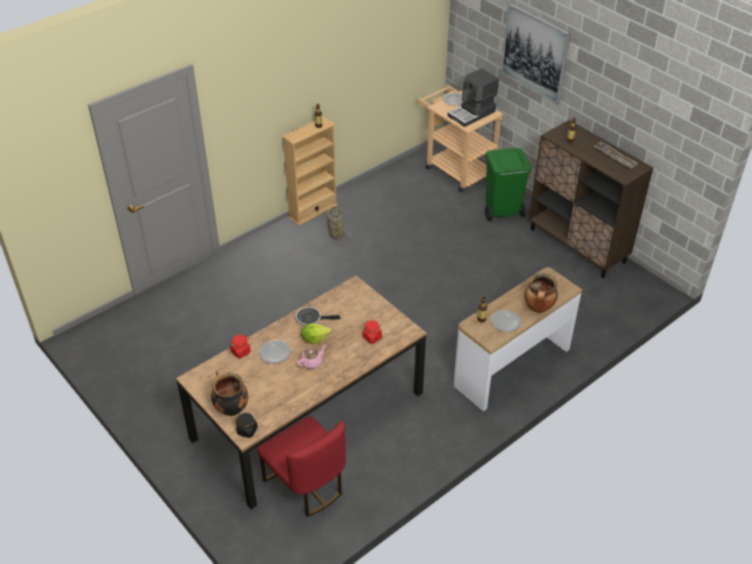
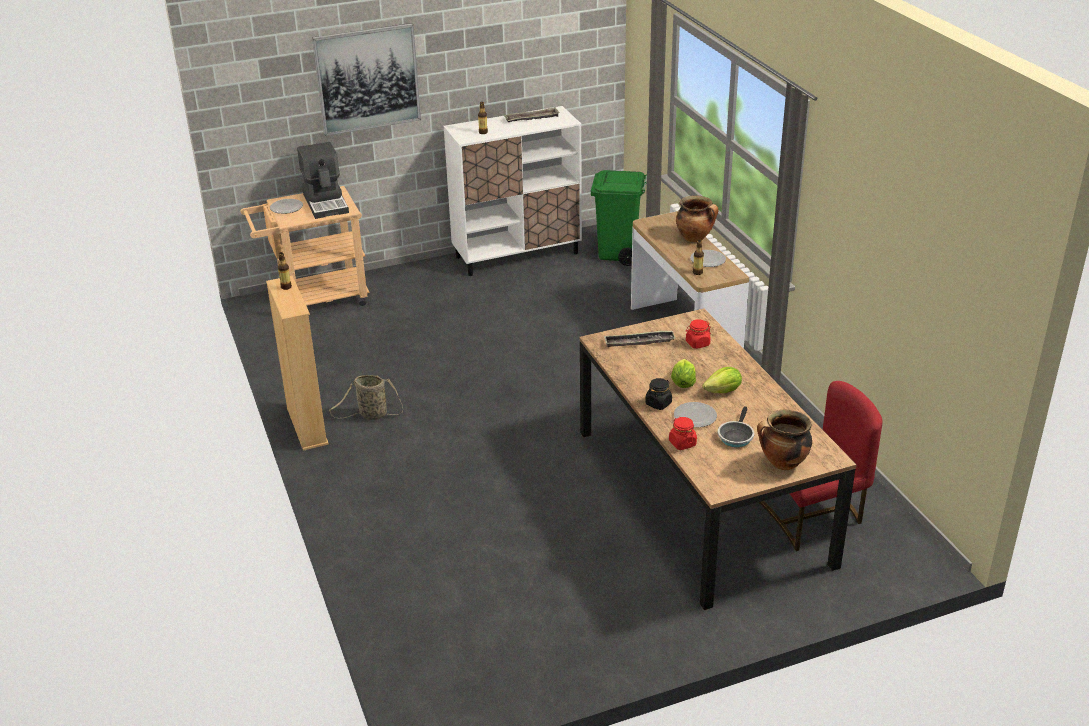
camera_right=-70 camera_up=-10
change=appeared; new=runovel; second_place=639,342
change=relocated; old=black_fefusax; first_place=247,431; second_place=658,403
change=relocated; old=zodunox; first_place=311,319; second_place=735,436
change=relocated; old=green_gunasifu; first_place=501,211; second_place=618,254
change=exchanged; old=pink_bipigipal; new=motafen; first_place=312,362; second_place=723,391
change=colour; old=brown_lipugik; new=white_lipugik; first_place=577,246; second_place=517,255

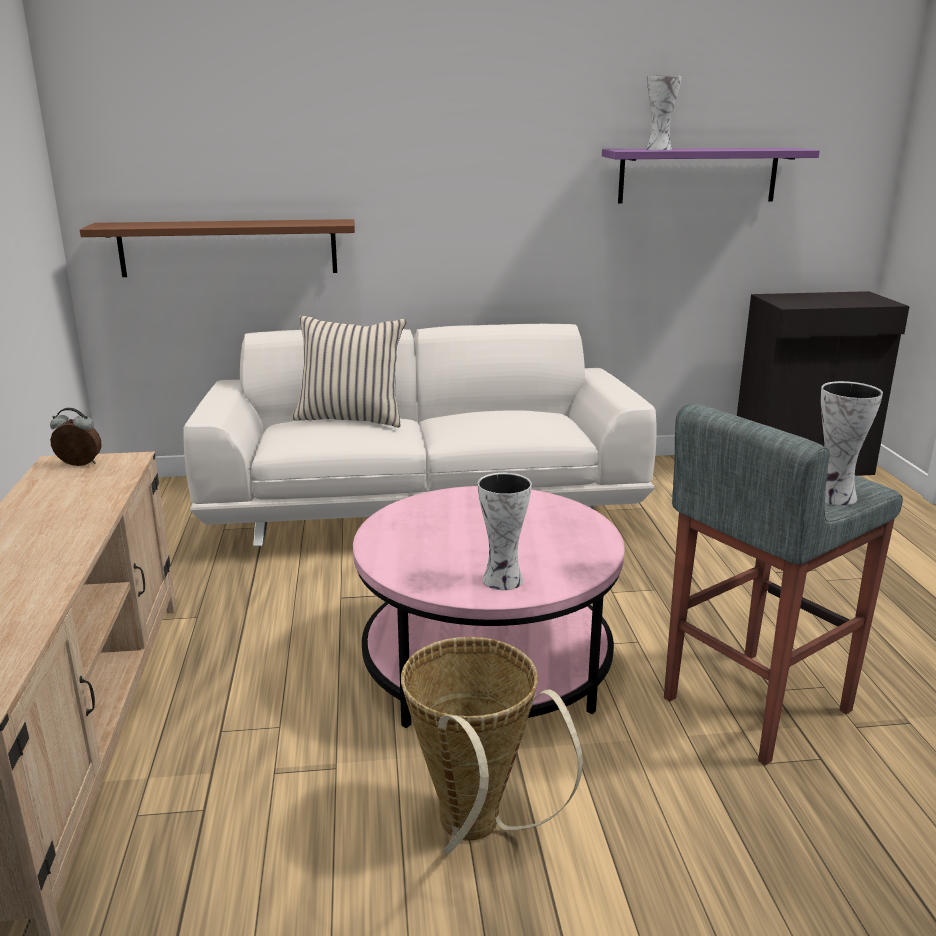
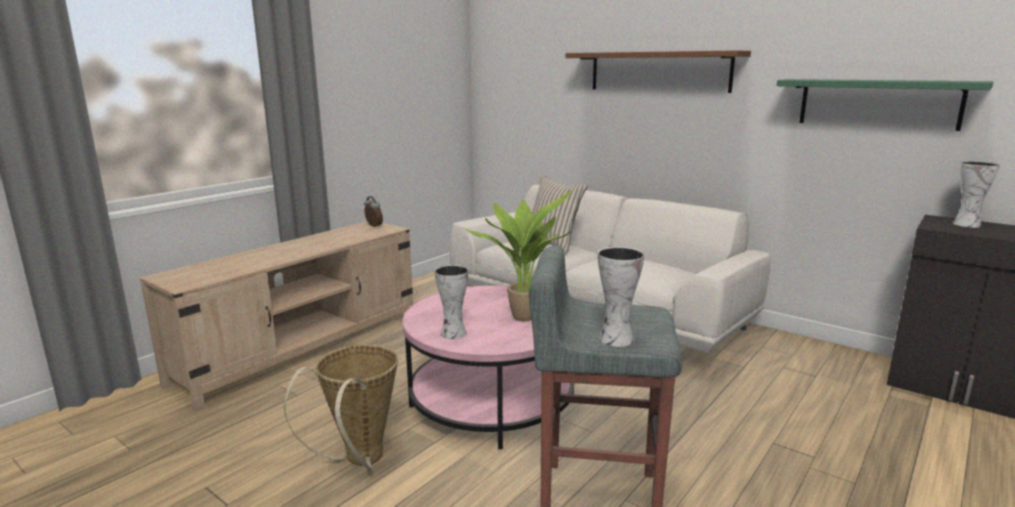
camera_right=45 camera_up=-5
change=appeared; new=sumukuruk; second_place=524,316
change=relocated; old=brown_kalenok; first_place=228,248; second_place=658,71
change=relocated; old=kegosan; first_place=657,149; second_place=966,224
change=colour; old=purple_kalenok; new=green_kalenok; first_place=698,175; second_place=878,103

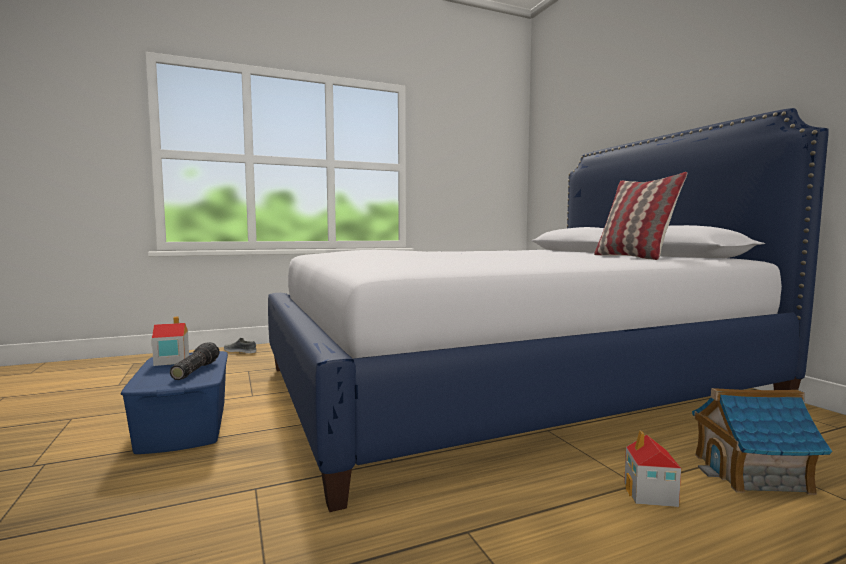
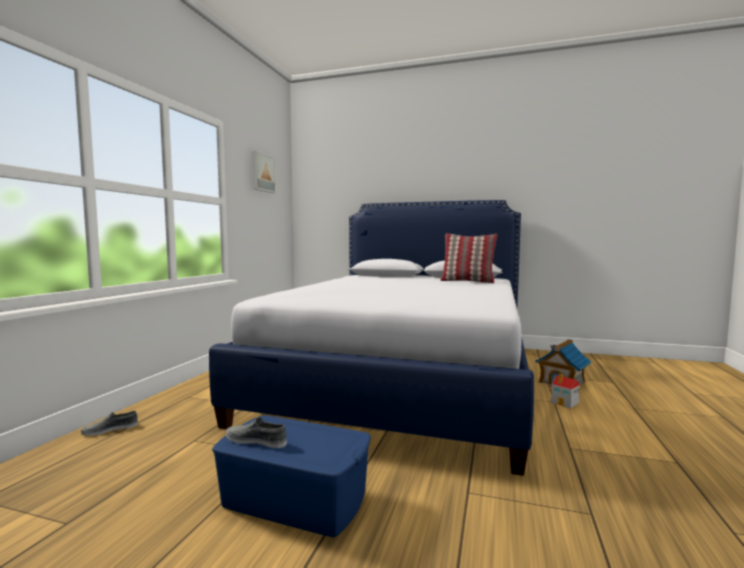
camera_right=-50 camera_up=0
change=missing; old=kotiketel; first_place=194,370
change=appeared; new=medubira; second_place=262,173
change=exchanged; old=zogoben; new=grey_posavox; first_place=171,361; second_place=256,440

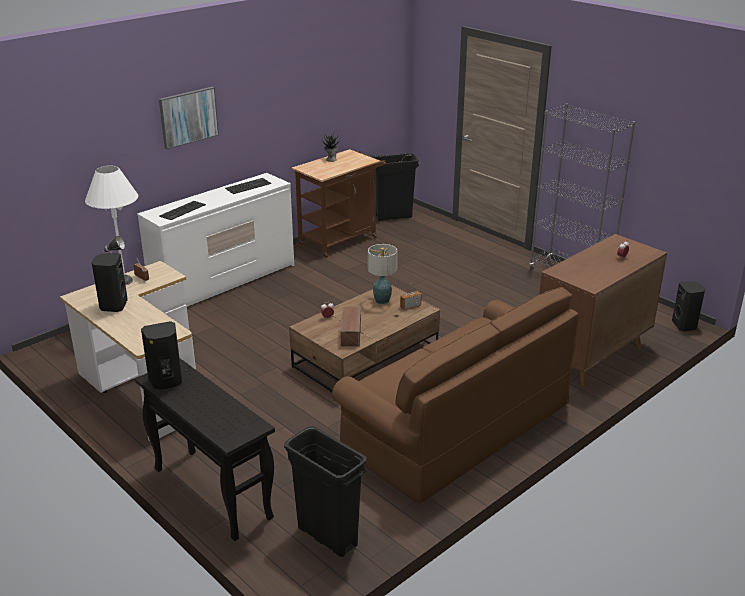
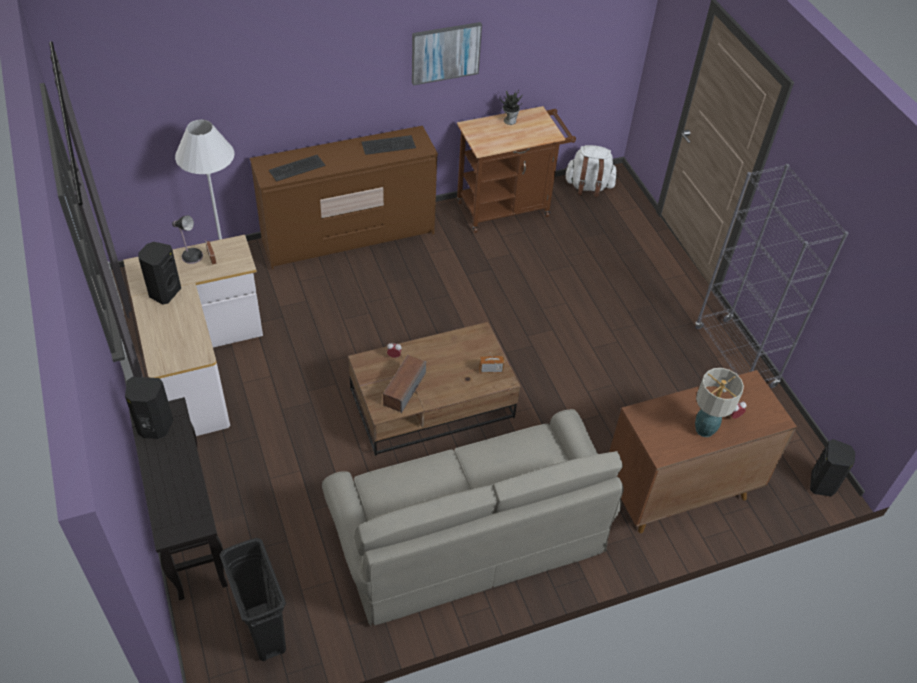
camera_right=20 camera_up=20
change=relocated; old=medubira; first_place=188,117; second_place=445,52
change=relocated; old=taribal; first_place=382,300; second_place=704,429
change=exchanged; old=black_gunasifu; new=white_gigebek; first_place=393,217; second_place=588,187
change=colour; old=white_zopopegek; new=brown_zopopegek; first_place=225,282; second_place=349,237
change=colour; old=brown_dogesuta; new=grey_dogesuta; first_place=457,425; second_place=469,536

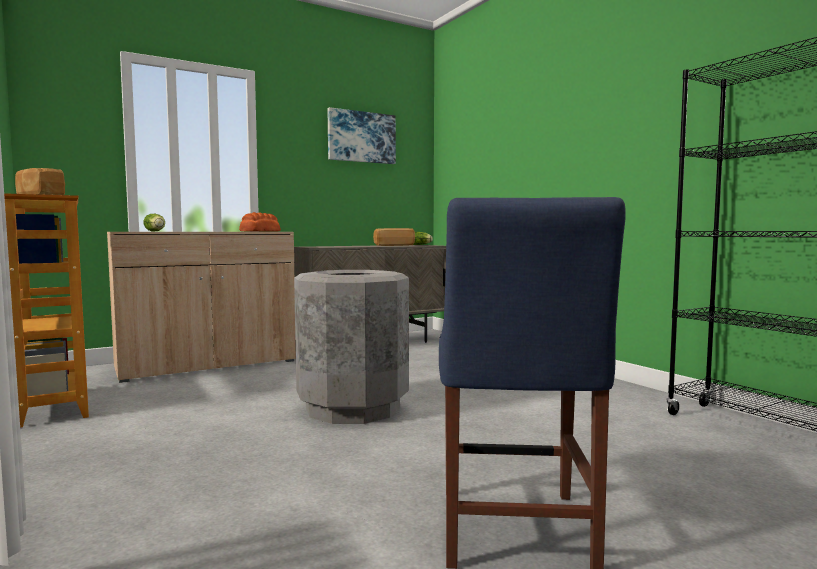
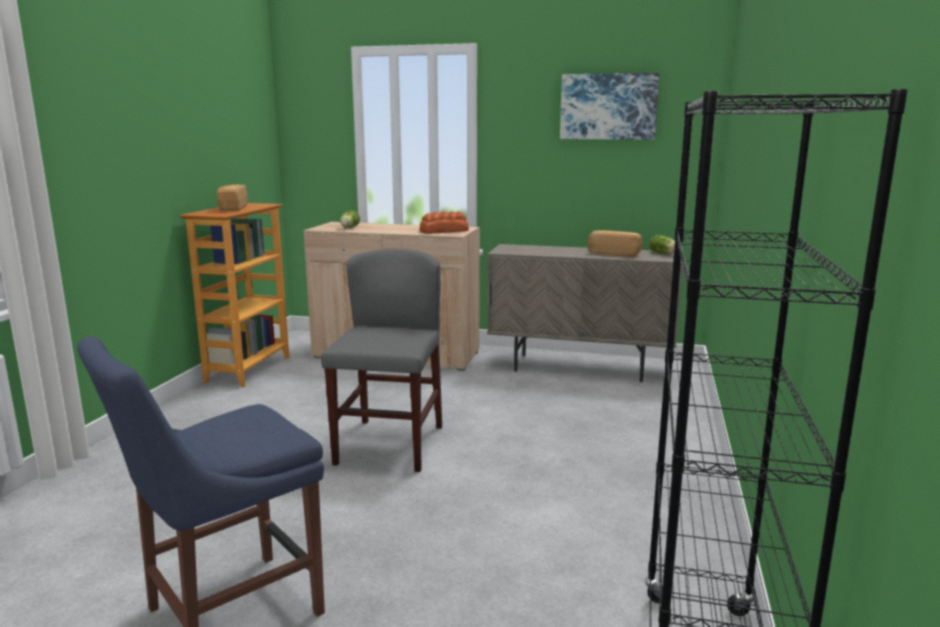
camera_right=45 camera_up=10
change=exchanged; old=grey_gunasifu; new=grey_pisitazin; first_place=352,408; second_place=390,445

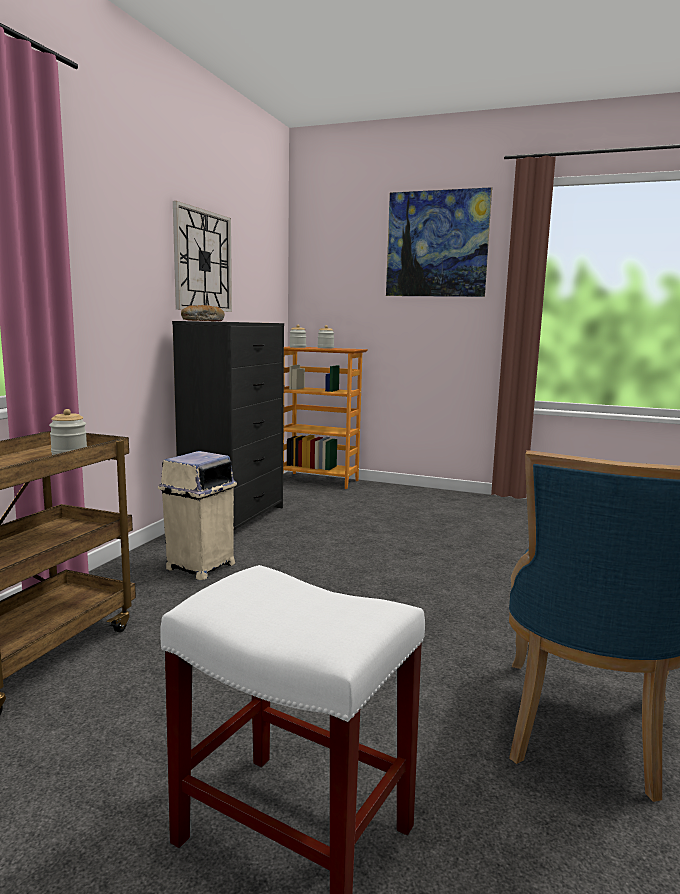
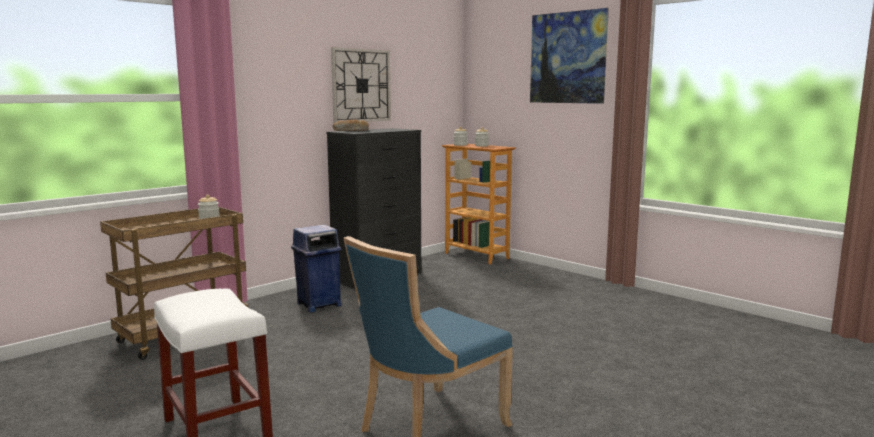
camera_right=25 camera_up=0
change=colour; old=beige_gunasifu; new=blue_gunasifu; first_place=199,567; second_place=318,304

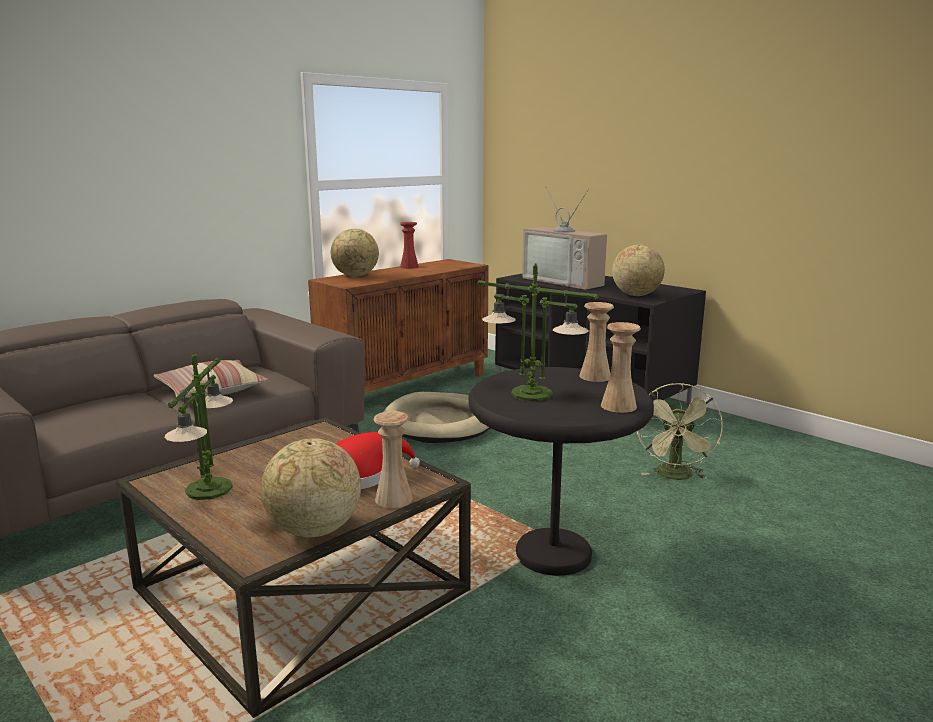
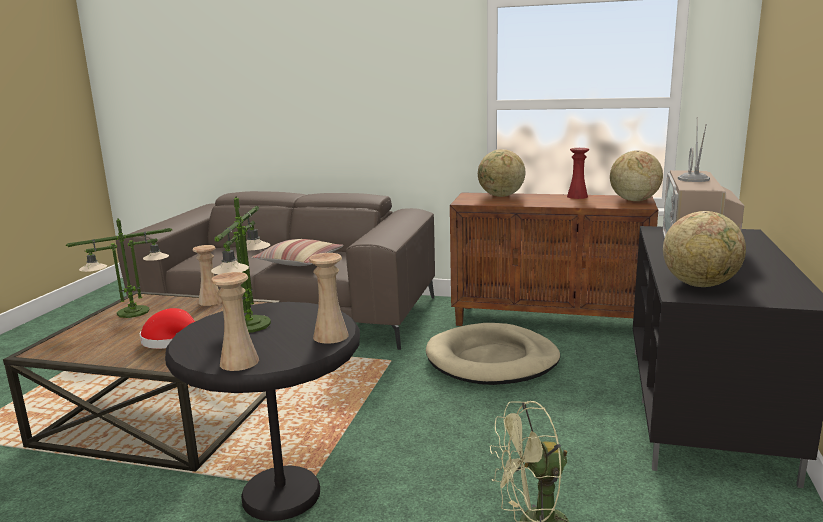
camera_right=60 camera_up=0
change=relocated; old=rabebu; first_place=313,530; second_place=633,200
change=relocated; old=beige_kegosan; first_place=393,499; second_place=210,301

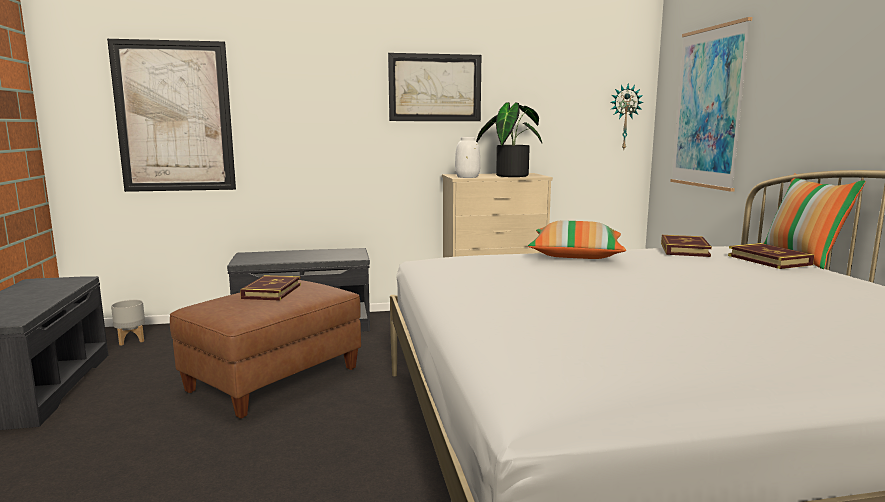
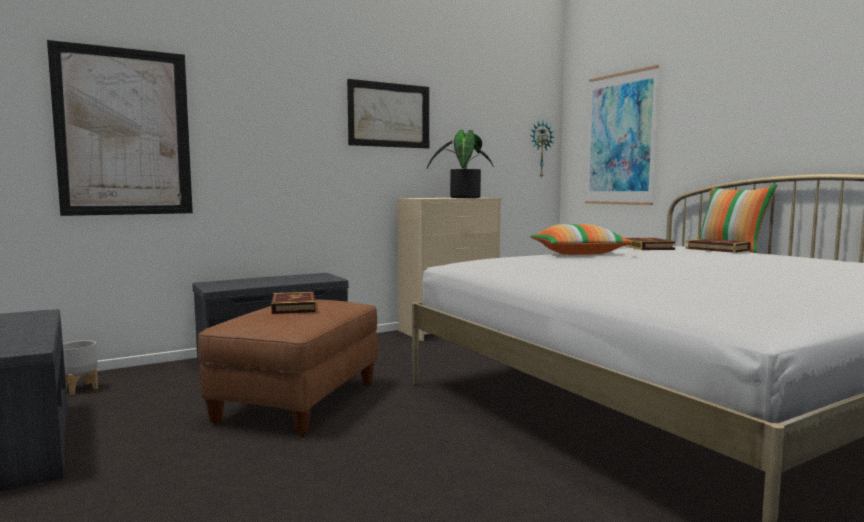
camera_right=-20 camera_up=-5
change=missing; old=white_kegosan; first_place=467,177

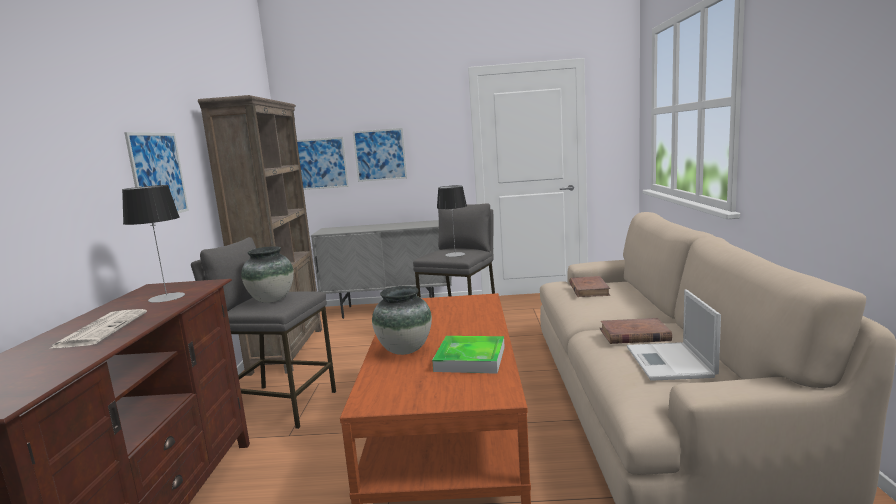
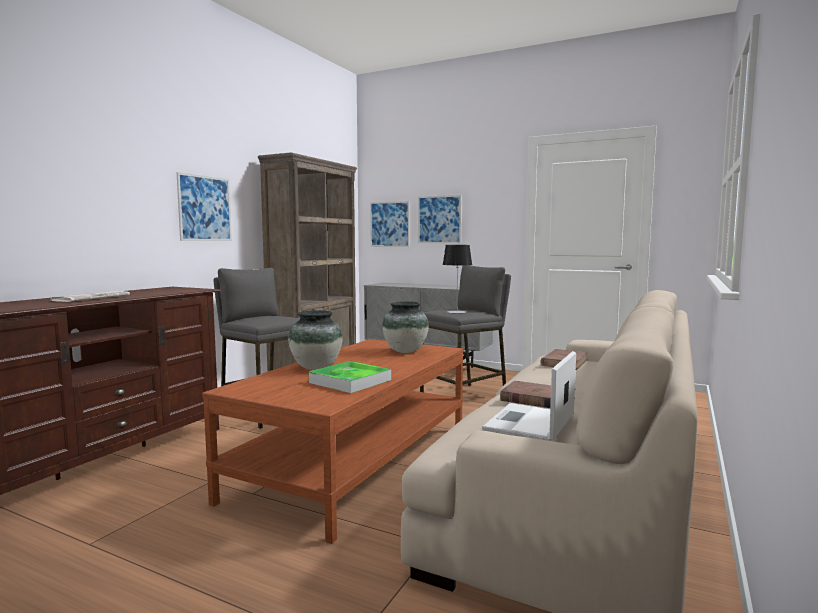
camera_right=25 camera_up=-5
change=missing; old=taribal; first_place=167,297
change=relocated; old=kegosan; first_place=272,300; second_place=405,351

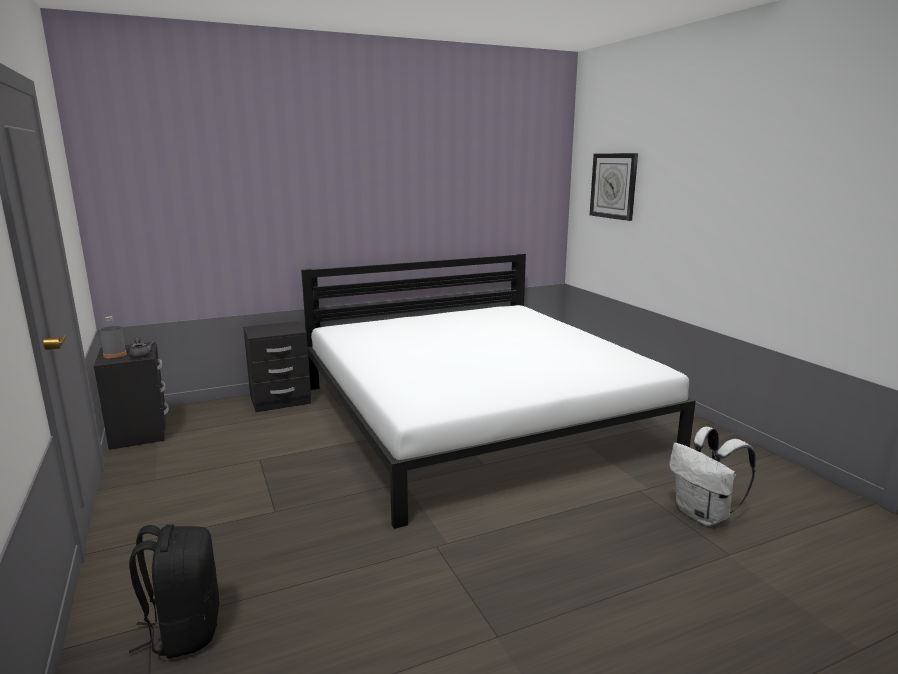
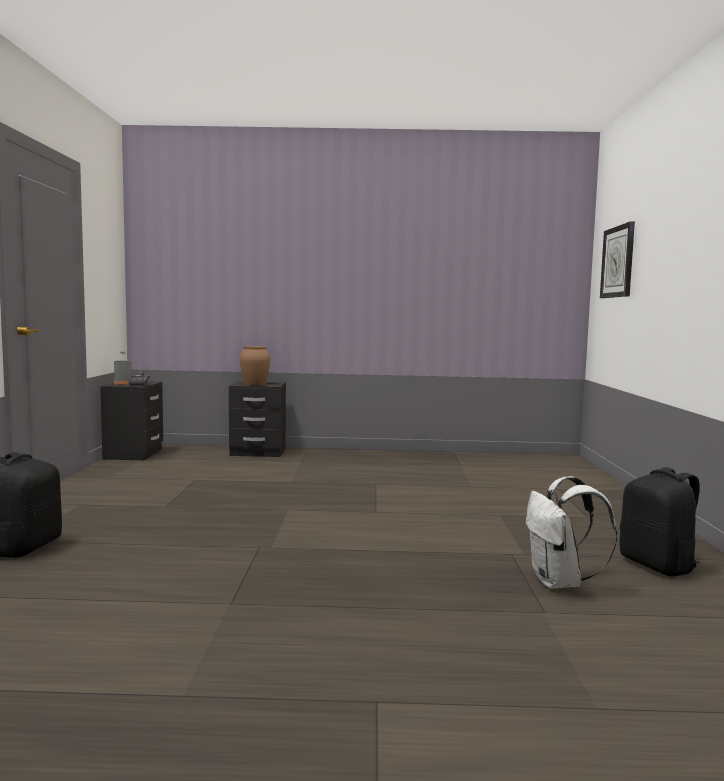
camera_right=25 camera_up=-10
change=missing; old=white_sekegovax; first_place=476,416
change=appeared; new=brown_kegosan; second_place=254,384
change=appeared; new=black_gigebek; second_place=658,565

